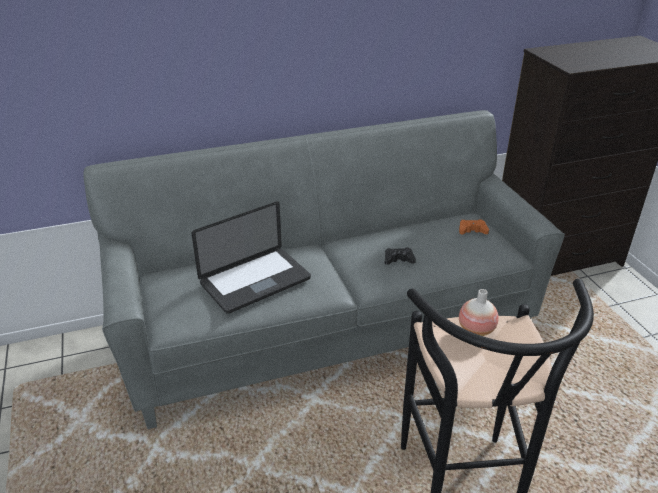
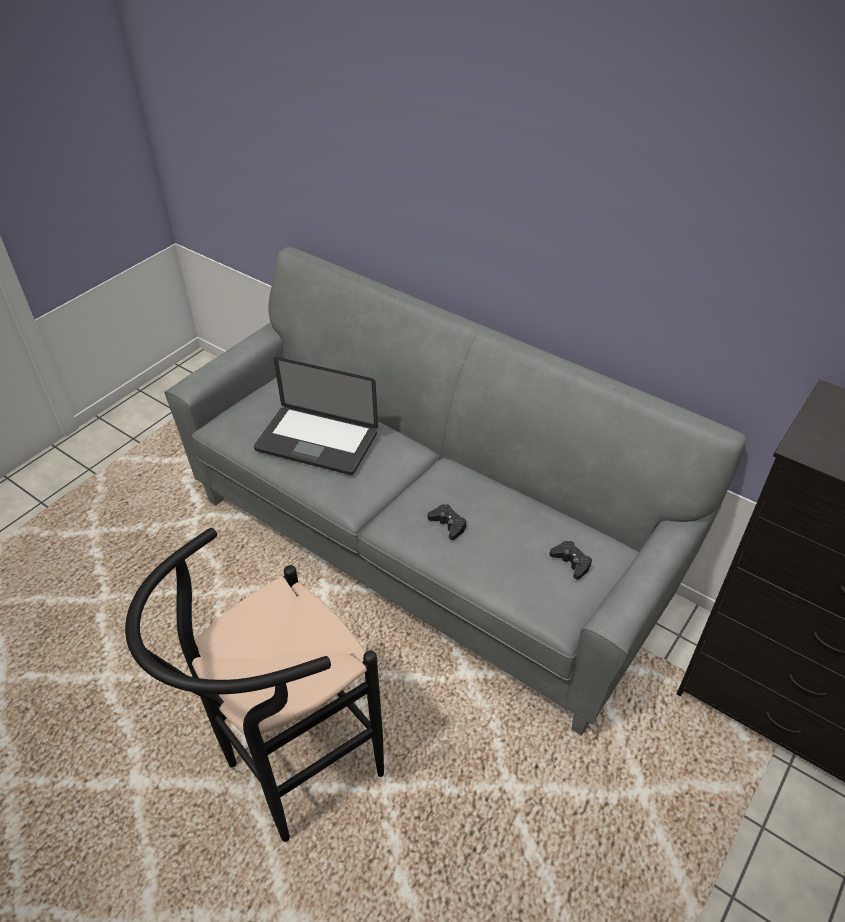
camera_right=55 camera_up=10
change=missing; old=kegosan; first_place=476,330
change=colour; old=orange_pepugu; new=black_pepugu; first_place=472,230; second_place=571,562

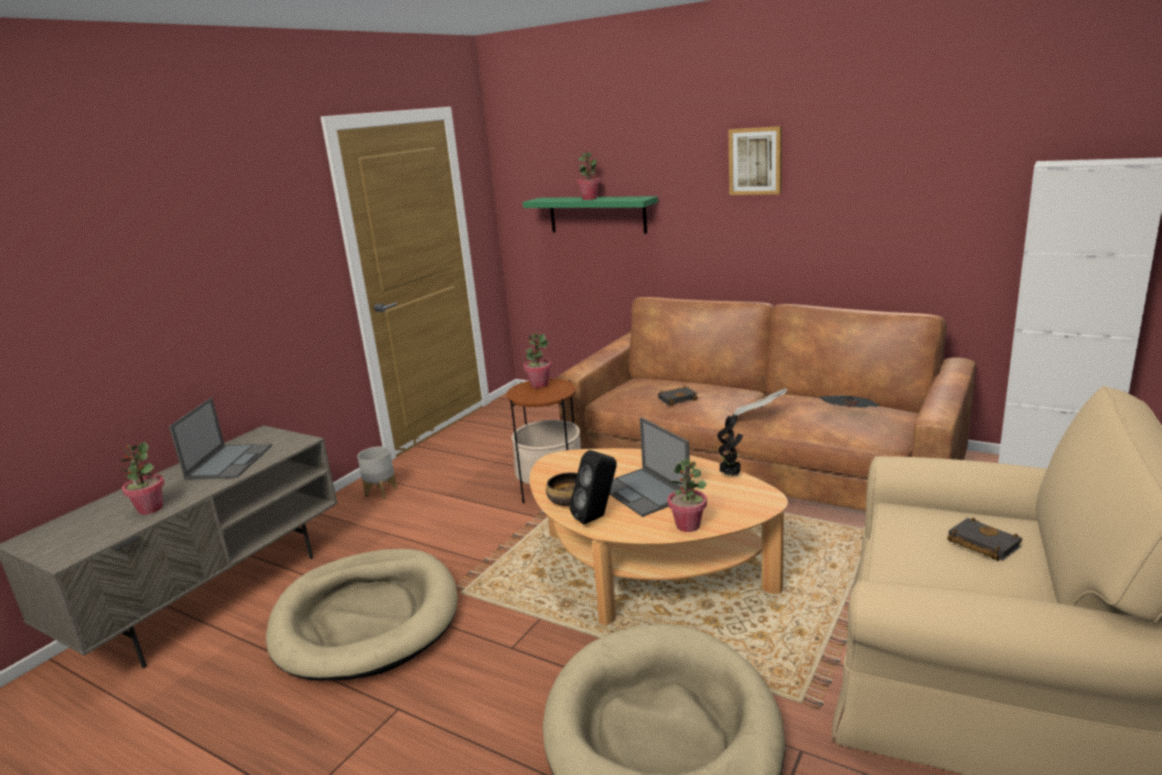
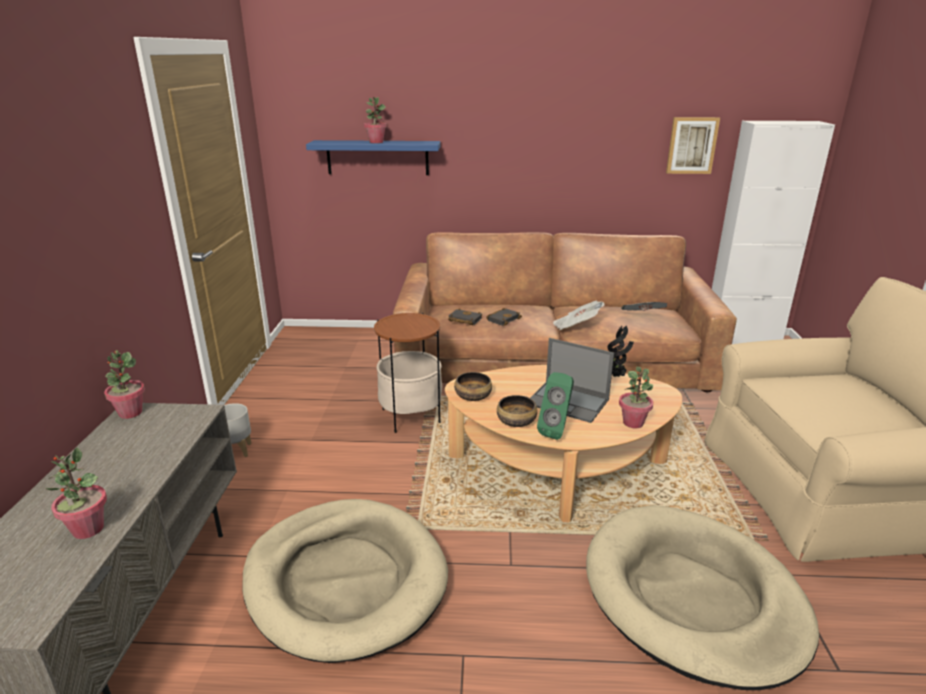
camera_right=-30 camera_up=5
change=missing; old=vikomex; first_place=230,461
change=appeared; new=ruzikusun; second_place=472,396
change=relocated; old=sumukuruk; first_place=539,384; second_place=130,413
change=relocated; old=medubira; first_place=755,161; second_place=691,145
change=relocated; old=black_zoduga; first_place=980,544; second_place=464,320
change=colour; old=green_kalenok; new=blue_kalenok; first_place=597,214; second_place=377,157
change=colour; old=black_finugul; new=green_finugul; first_place=597,517; second_place=556,431

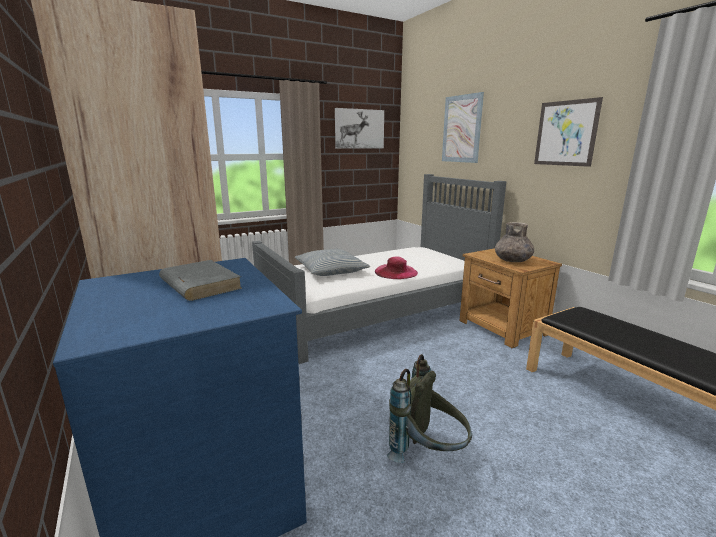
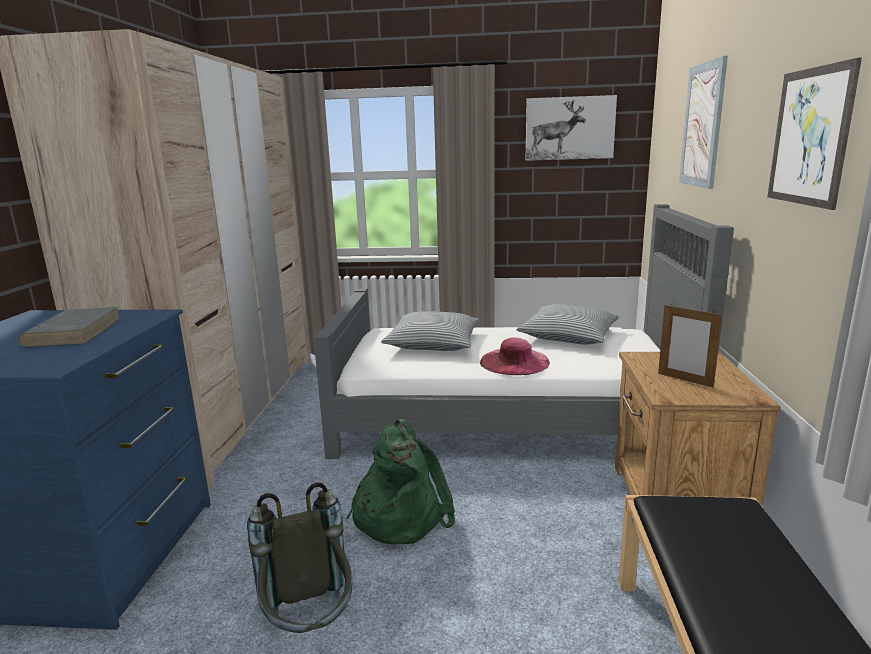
camera_right=35 camera_up=0
change=appeared; new=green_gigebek; second_place=400,515
change=appeared; new=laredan; second_place=569,335
change=exchanged; old=grey_kegosan; new=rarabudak; first_place=512,260; second_place=685,380

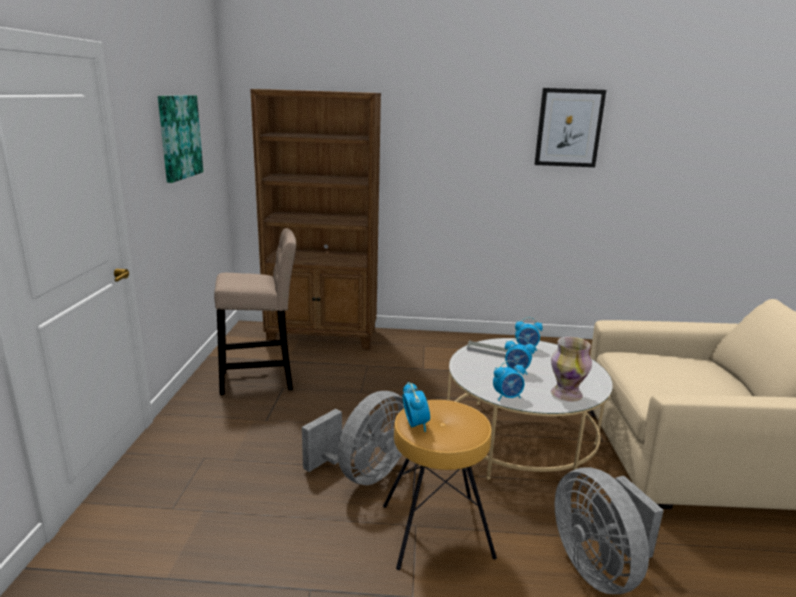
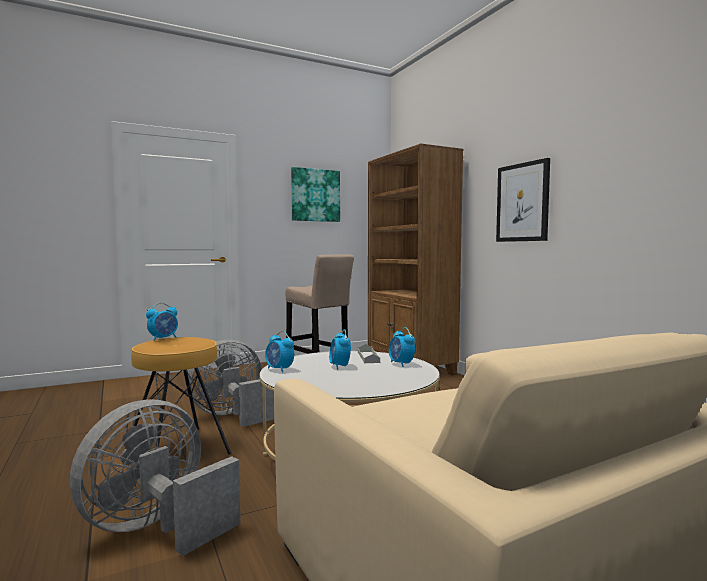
camera_right=60 camera_up=-15
change=missing; old=kegosan; first_place=566,394
change=relocated; old=medubira; first_place=569,128; second_place=522,202
change=spun; old=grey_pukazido; first_place=364,473; second_place=233,416; degrees=135

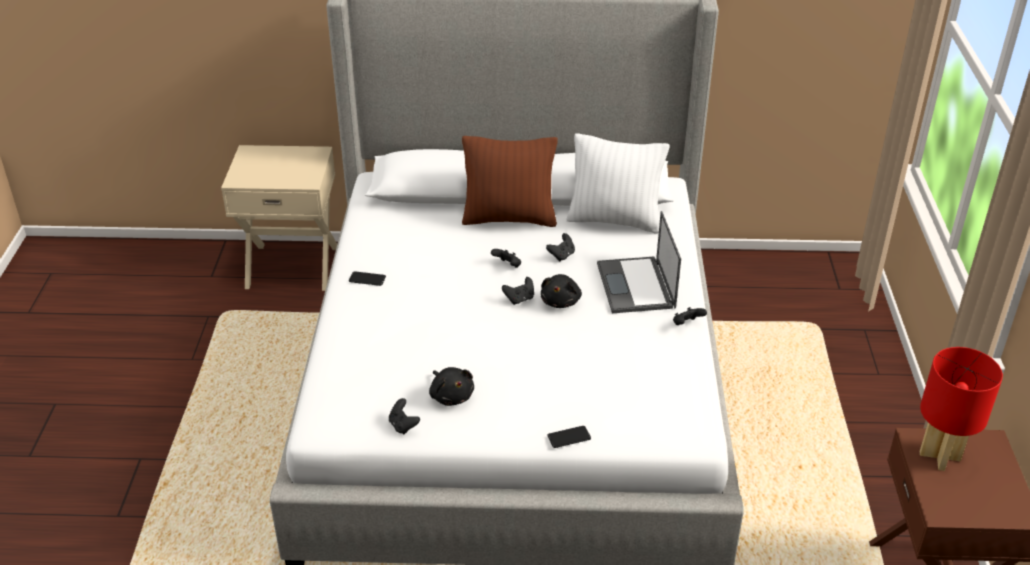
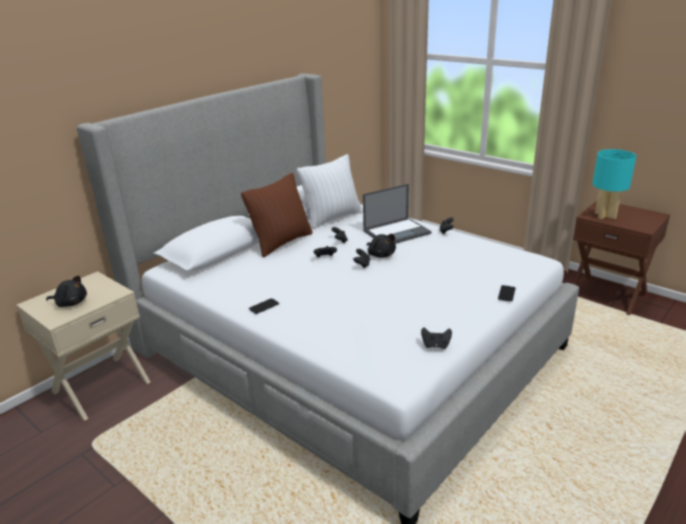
camera_right=-50 camera_up=-10
change=relocated; old=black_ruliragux; first_place=451,396; second_place=71,303
change=colour; old=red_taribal; new=turquoise_taribal; first_place=940,456; second_place=605,215
change=spun; old=vikomex; first_place=636,286; second_place=397,232; degrees=-60

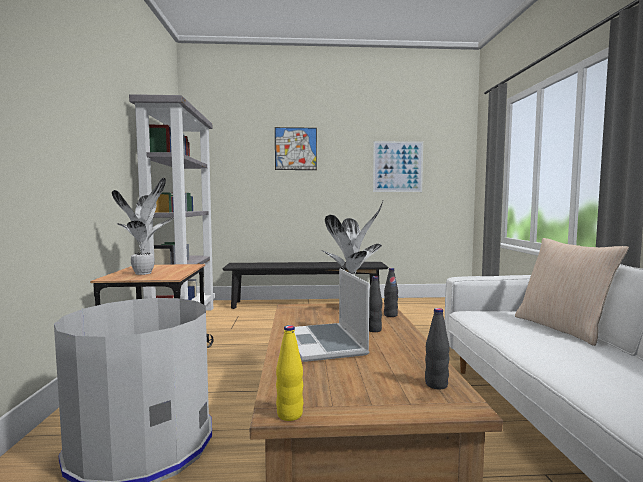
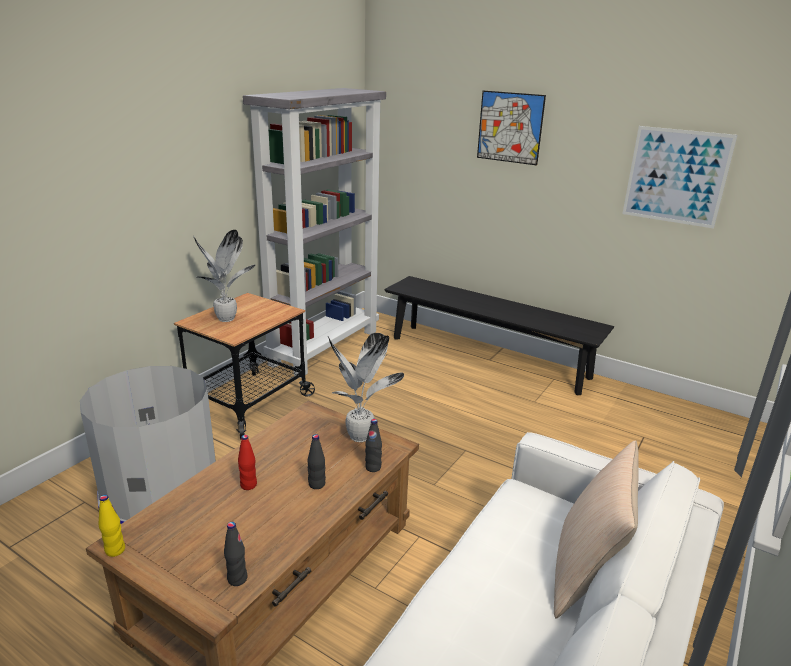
camera_right=35 camera_up=20
change=exchanged; old=vikomex; new=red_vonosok; first_place=326,344; second_place=248,485

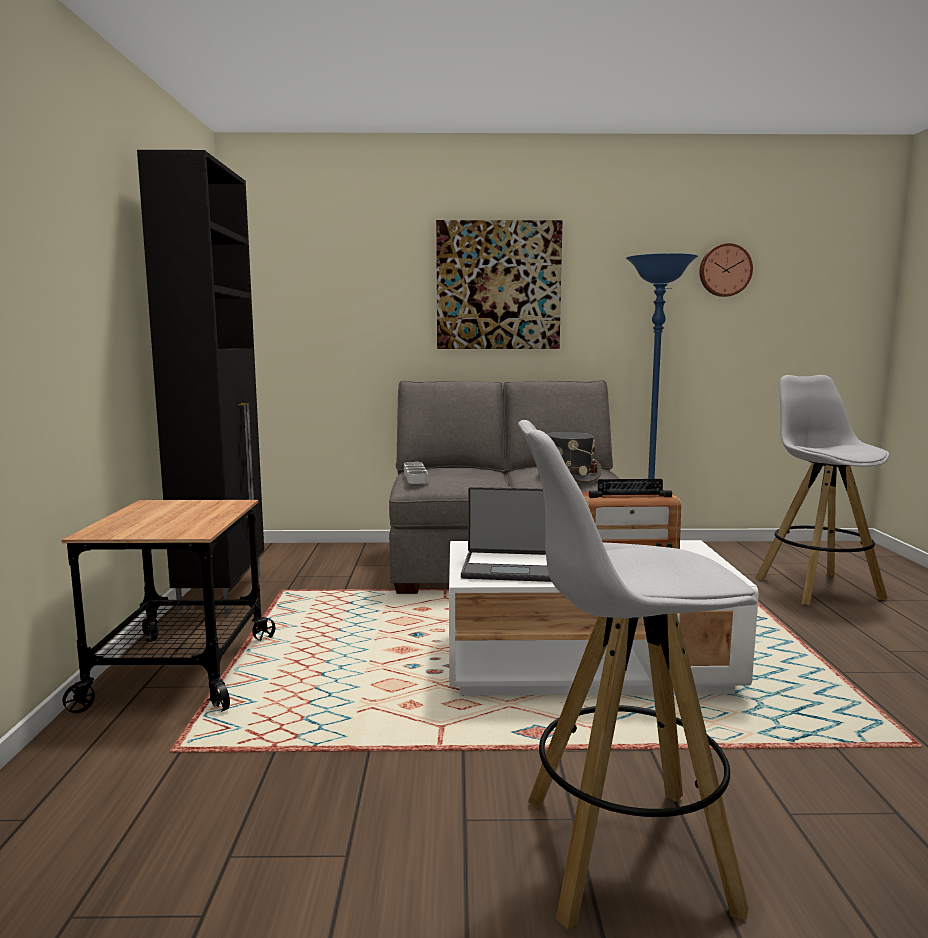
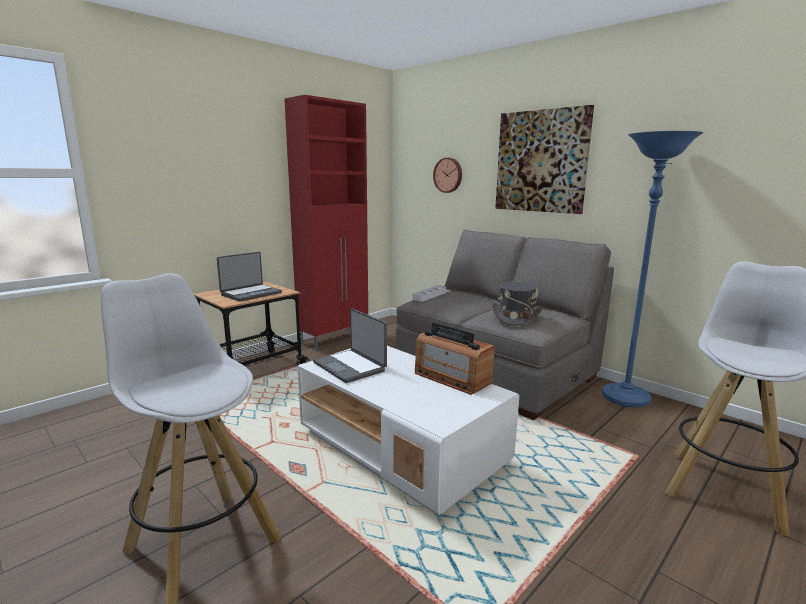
camera_right=45 camera_up=5
change=appeared; new=vikomex; second_place=251,294
change=relocated; old=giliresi; first_place=724,270; second_place=448,175
change=colour; old=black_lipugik; new=red_lipugik; first_place=223,593; second_place=335,339

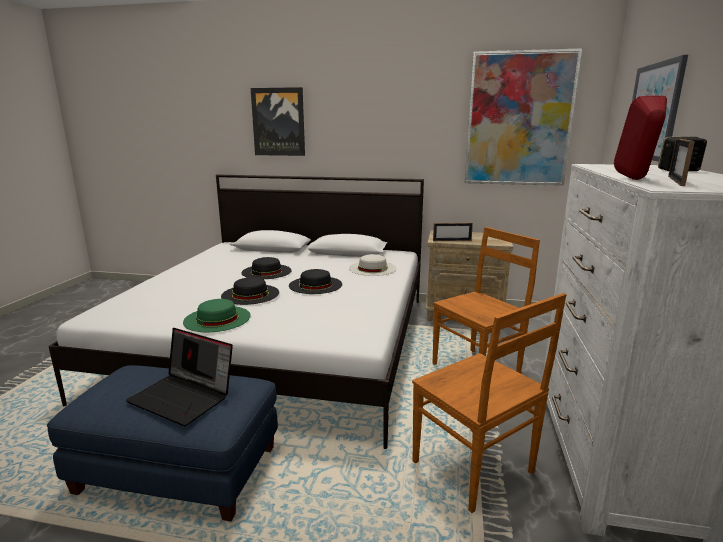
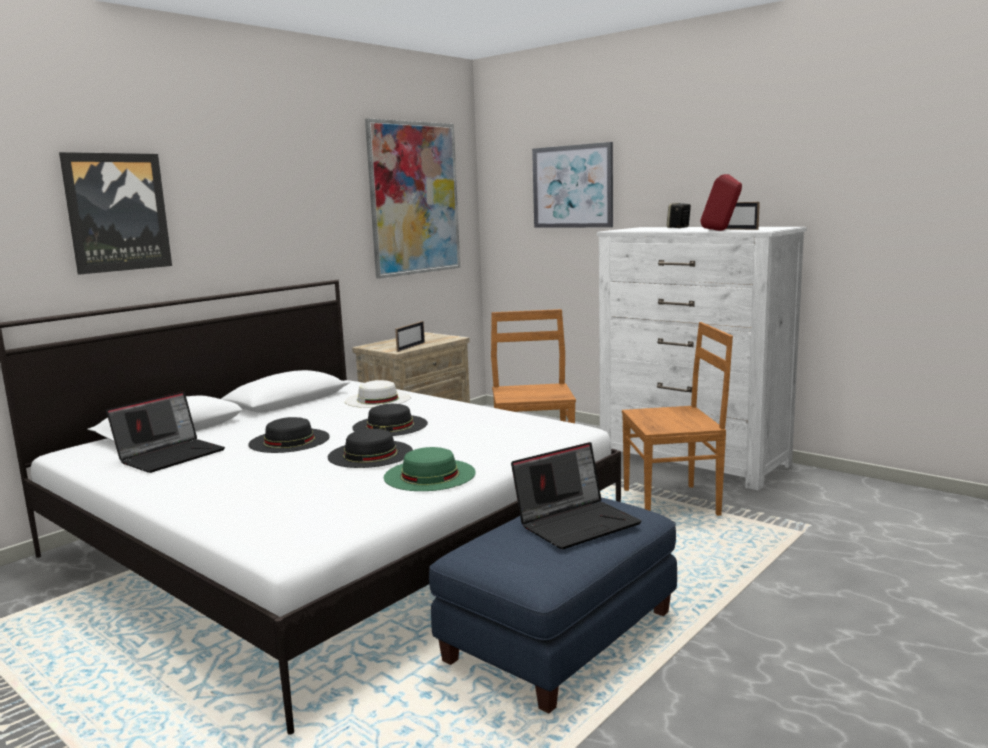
camera_right=-60 camera_up=-5
change=appeared; new=vikomex; second_place=171,455

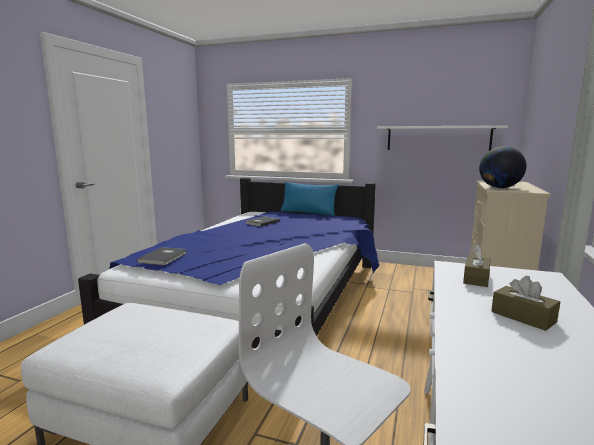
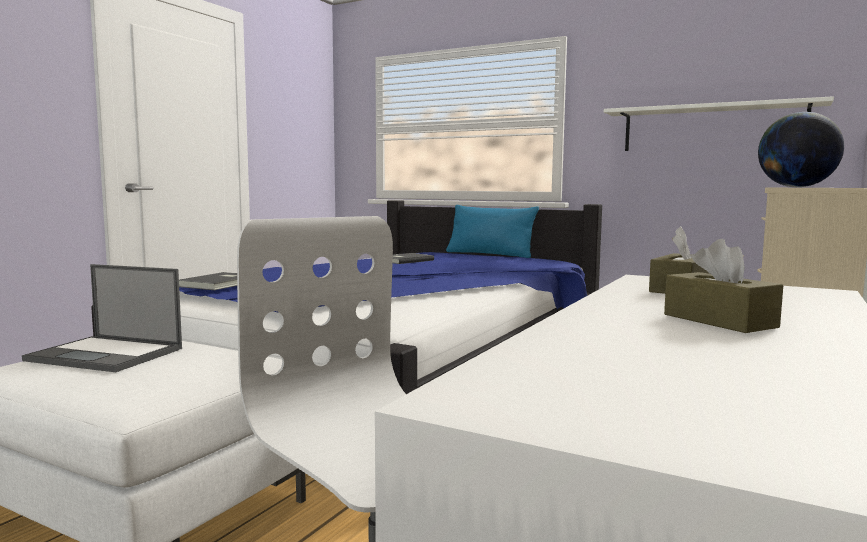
camera_right=10 camera_up=-5
change=appeared; new=vikomex; second_place=107,354

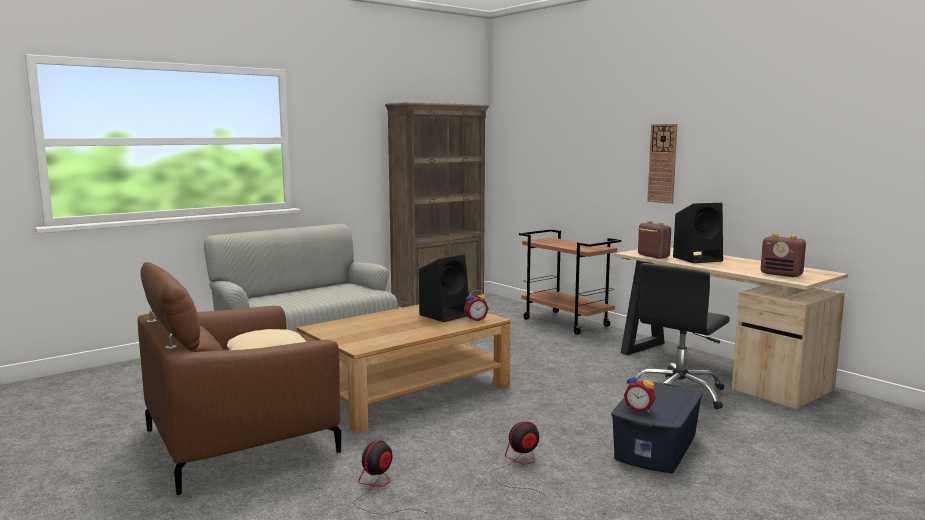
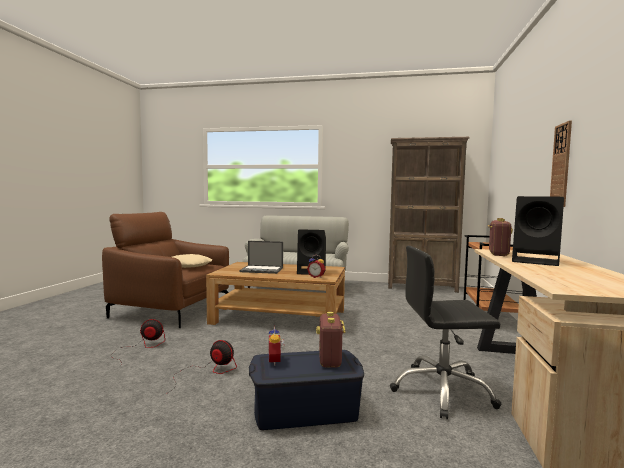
camera_right=50 camera_up=-5
change=appeared; new=vikomex; second_place=262,270
change=relocated; old=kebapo; first_place=781,274; second_place=330,360

